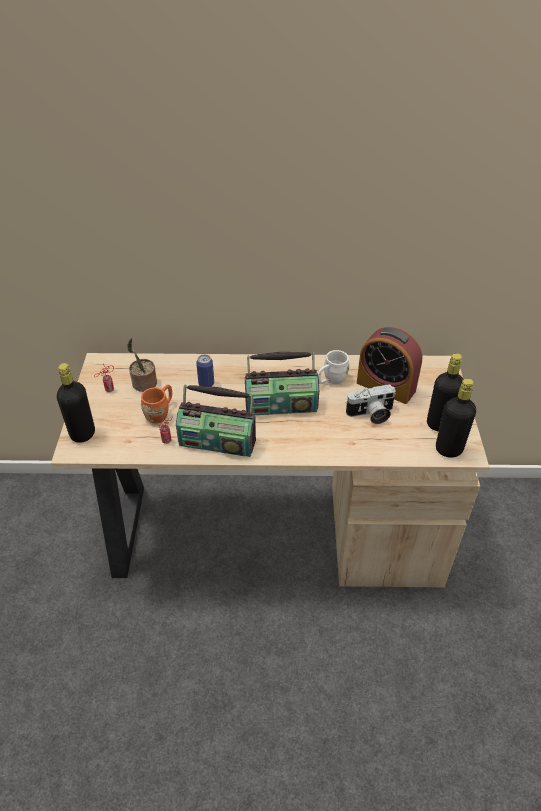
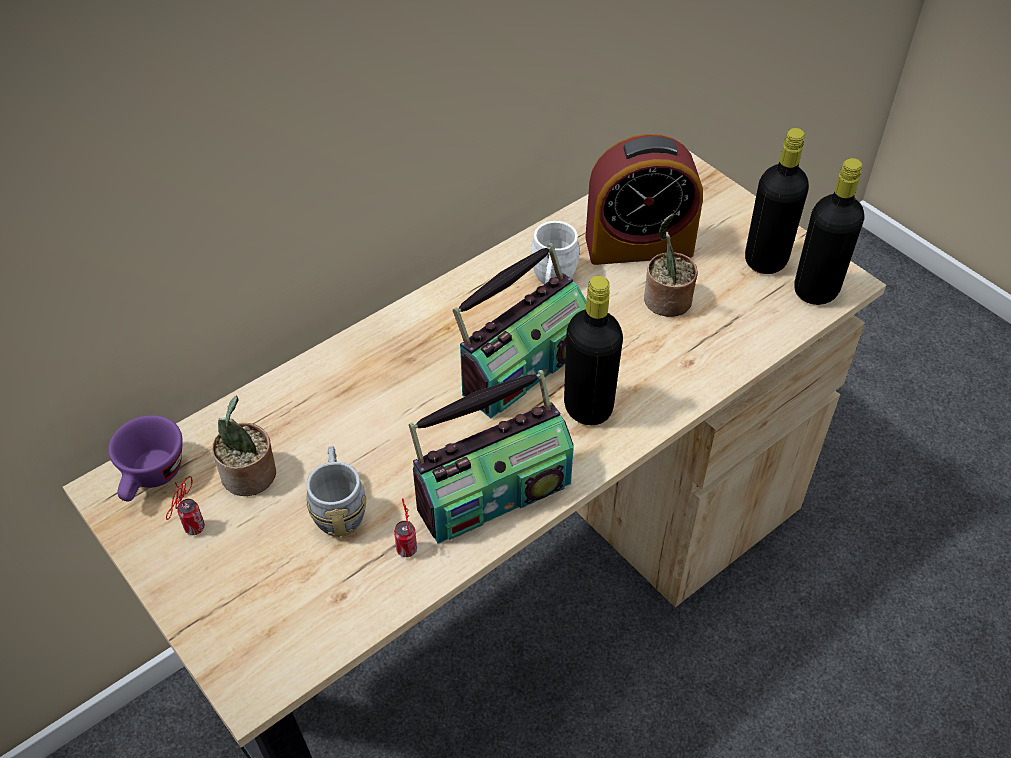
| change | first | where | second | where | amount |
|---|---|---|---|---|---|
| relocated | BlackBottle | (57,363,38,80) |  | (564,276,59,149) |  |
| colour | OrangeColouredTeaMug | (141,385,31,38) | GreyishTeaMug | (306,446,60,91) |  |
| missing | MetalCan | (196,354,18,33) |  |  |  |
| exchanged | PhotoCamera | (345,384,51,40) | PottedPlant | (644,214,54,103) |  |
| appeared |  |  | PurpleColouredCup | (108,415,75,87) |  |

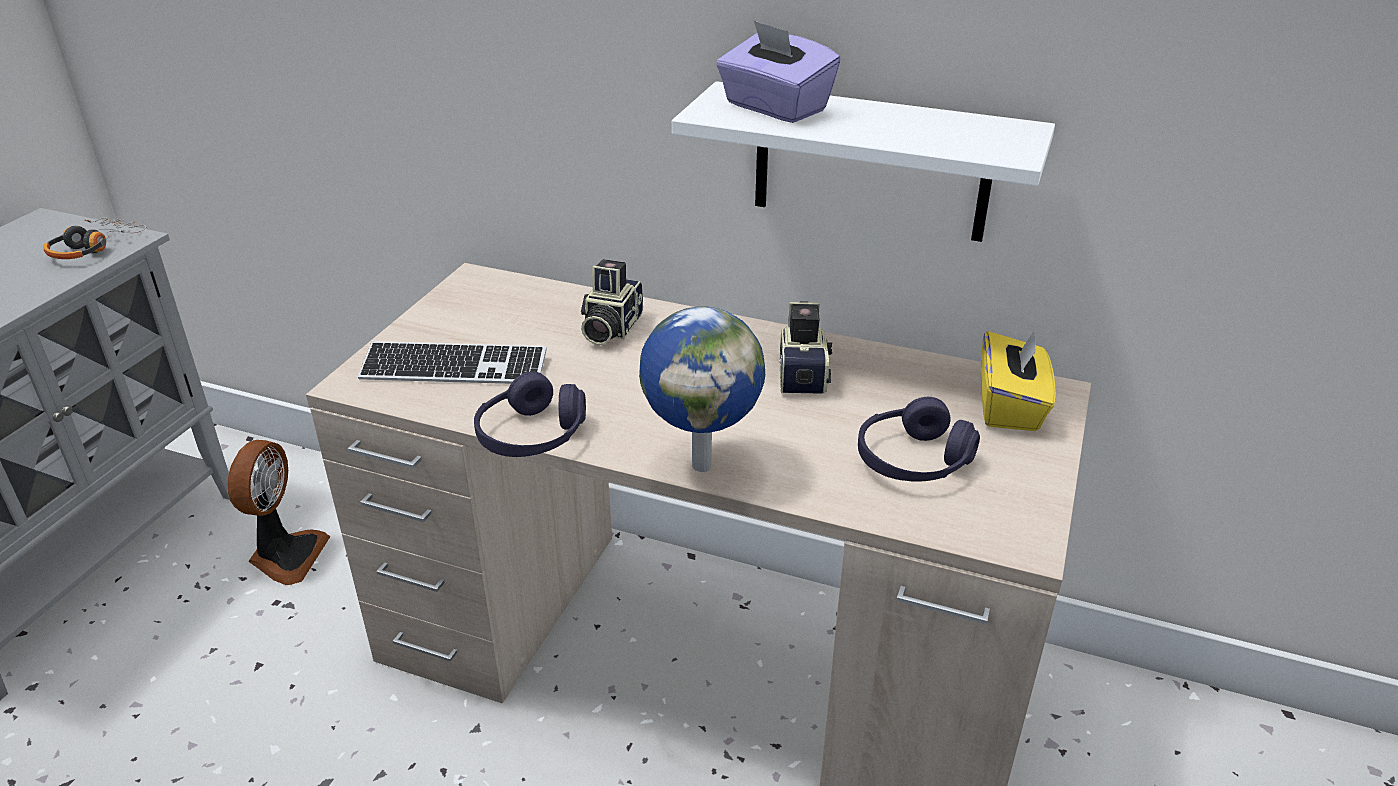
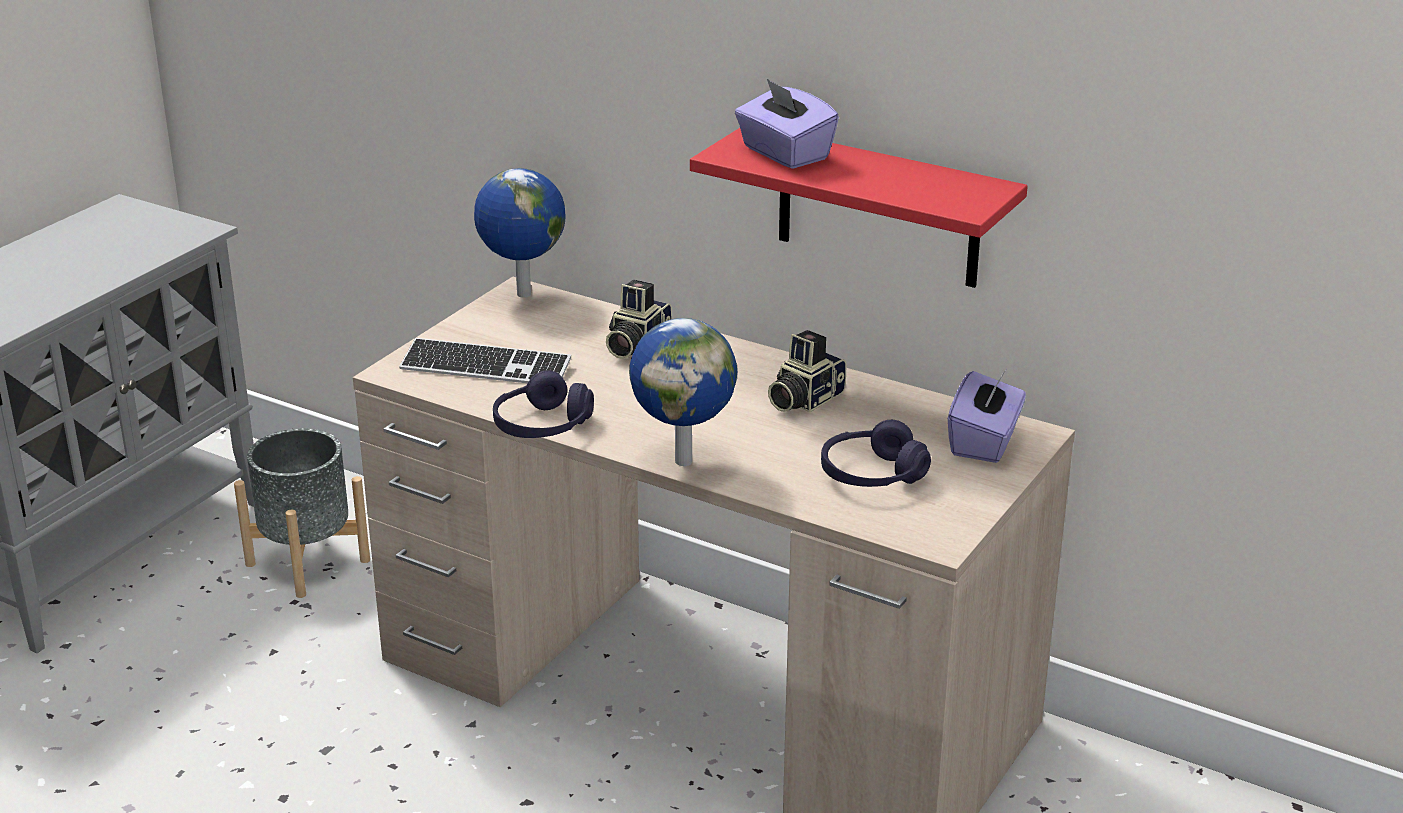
| change | first | where | second | where | amount |
|---|---|---|---|---|---|
| missing | Headphones | (43,217,103,42) |  |  |  |
| exchanged | ElectricFan | (227,440,104,145) | GreyishPlantPot | (234,428,136,170) |  |
| colour | WhiteColouredBracketShelf | (672,81,383,161) | RedColouredBracketShelf | (690,128,338,160) |  |
| spun | PhotoCamera | (779,301,53,93) |  | (768,330,78,82) | 150 degrees counterclockwise |
| colour | YellowColouredTissueHolder | (981,328,75,103) | PurpleColouredTissueHolder | (948,370,78,93) |  |
| appeared |  |  | WorldGlobe | (474,168,91,130) |  |

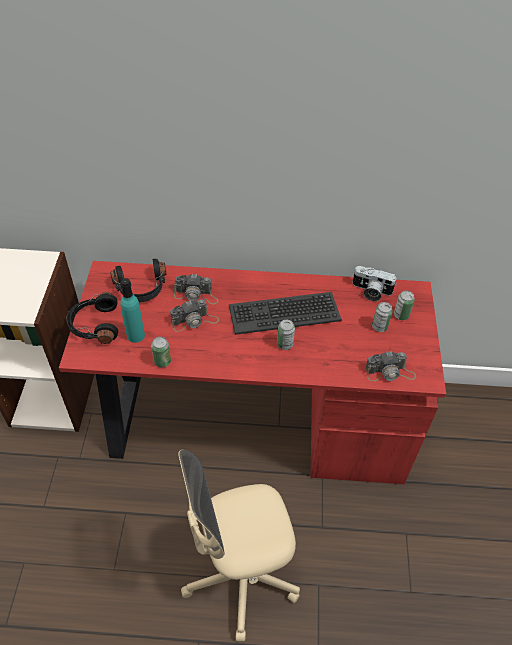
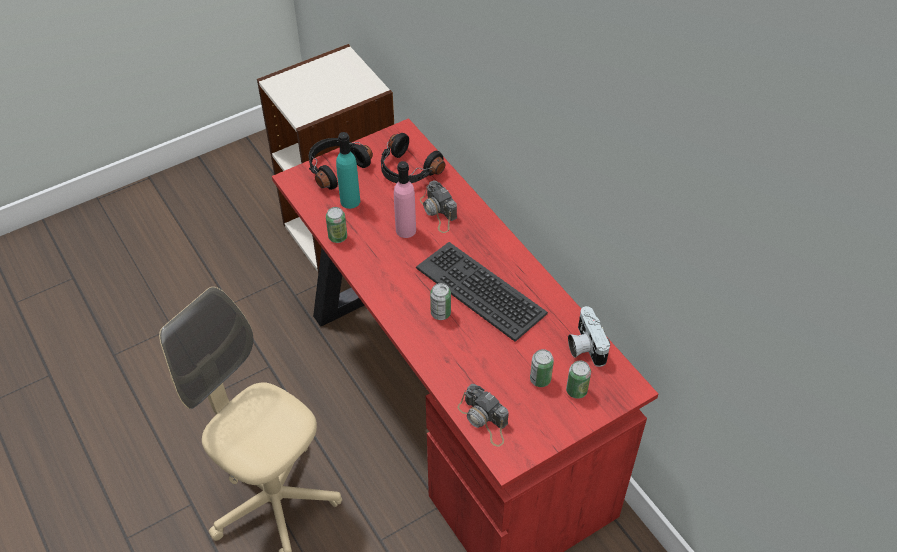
| change | first | where | second | where | amount |
|---|---|---|---|---|---|
| exchanged | PhotoCamera | (170,299,49,33) | PinkishBottle | (394,161,22,77) |  |

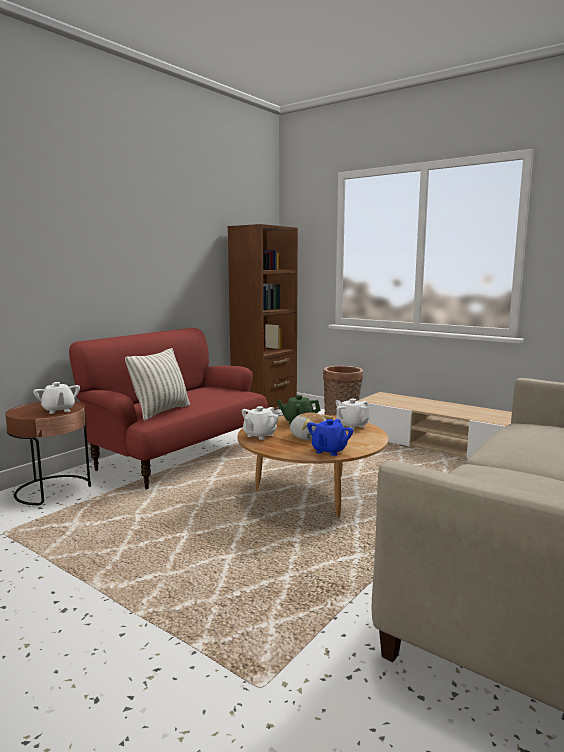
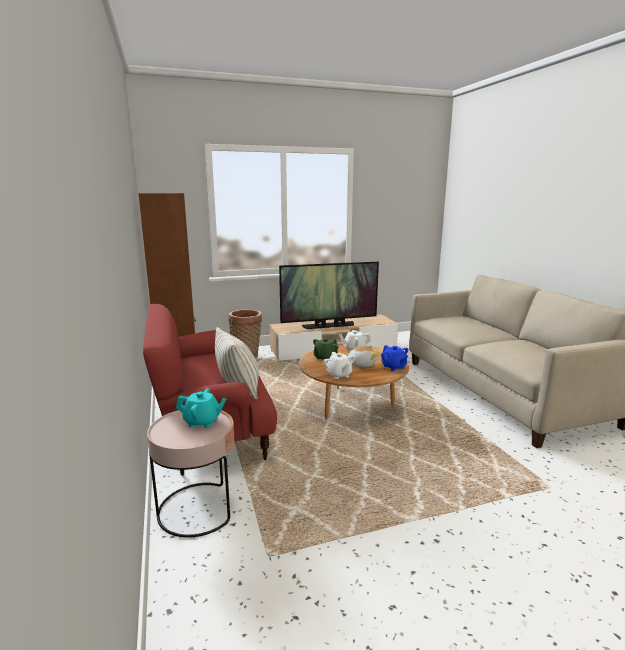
| change | first | where | second | where | amount |
|---|---|---|---|---|---|
| colour | BrownEndTable | (5,401,86,105) | PinkishEndTable | (147,410,87,128) |  |
| colour | WhiteColouredTeapot | (33,382,47,32) | TurquoiseColouredTeapot | (176,389,50,39) |  |
| appeared |  |  | Tv | (279,262,100,67) |  |

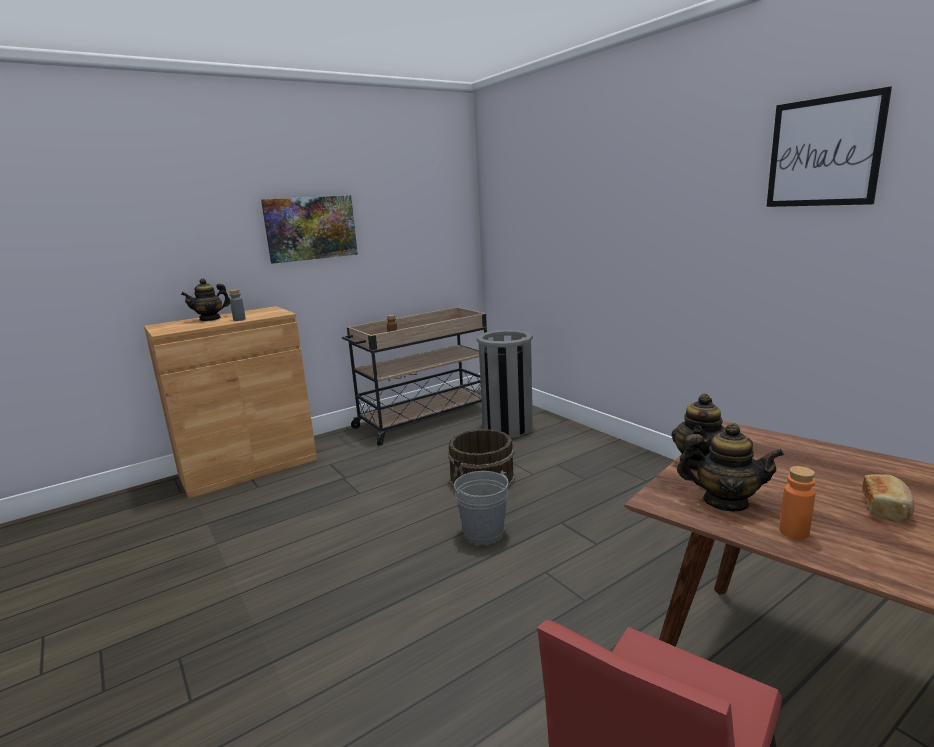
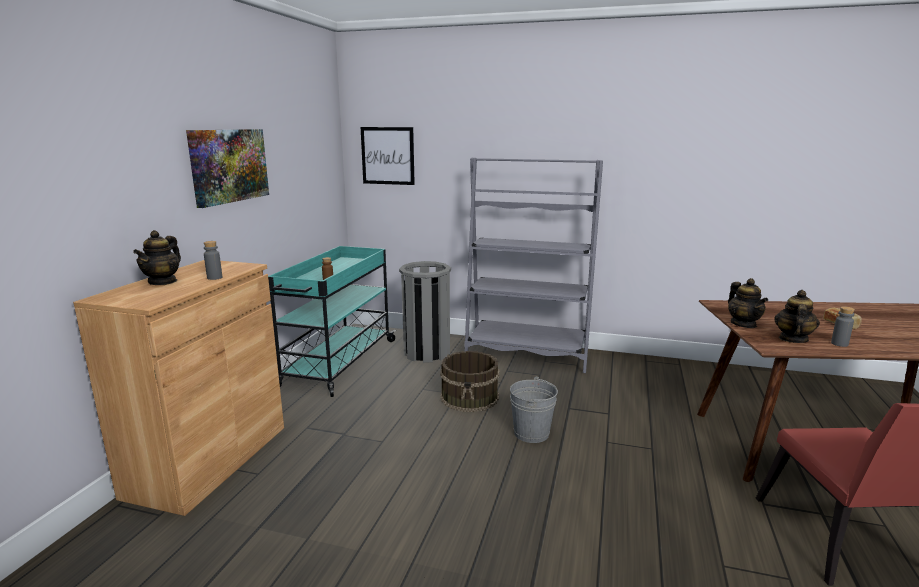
| change | first | where | second | where | amount |
|---|---|---|---|---|---|
| colour | BeigeTrolley | (342,307,145,139) | TurquoiseColouredTrolley | (268,246,128,151) |  |
| spun | Teapot | (677,423,107,88) |  | (774,290,46,53) | 45 degrees counterclockwise |
| relocated | WallPicture | (766,87,126,120) |  | (361,127,54,58) |  |
| colour | OrangeColouredBottle | (779,466,36,73) | GreyishBottle | (831,306,24,41) |  |
| appeared |  |  | GreyishBookshelf | (464,158,139,215) |  |

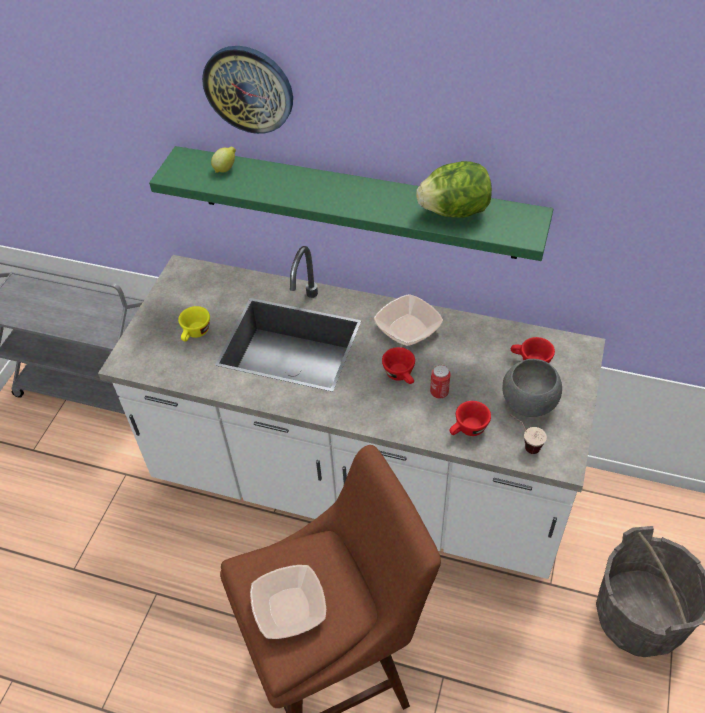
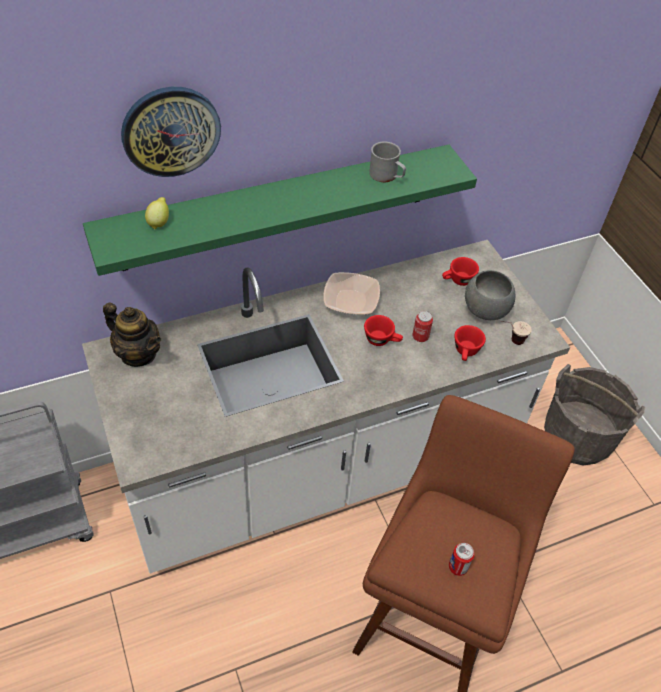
| change | first | where | second | where | amount |
|---|---|---|---|---|---|
| missing | YellowColouredCup | (178,306,32,36) |  |  |  |
| exchanged | Bowl | (250,565,76,74) | MetalCan | (449,543,25,33) |  |
| exchanged | Lettuce | (416,161,76,57) | GreyishTeaMug | (369,142,37,40) |  |
| appeared |  |  | Teapot | (103,302,58,65) |  |

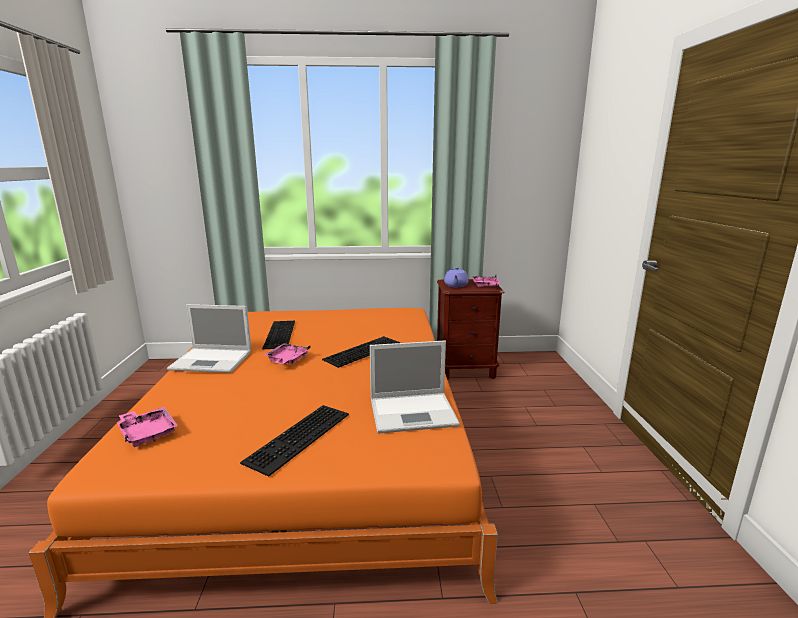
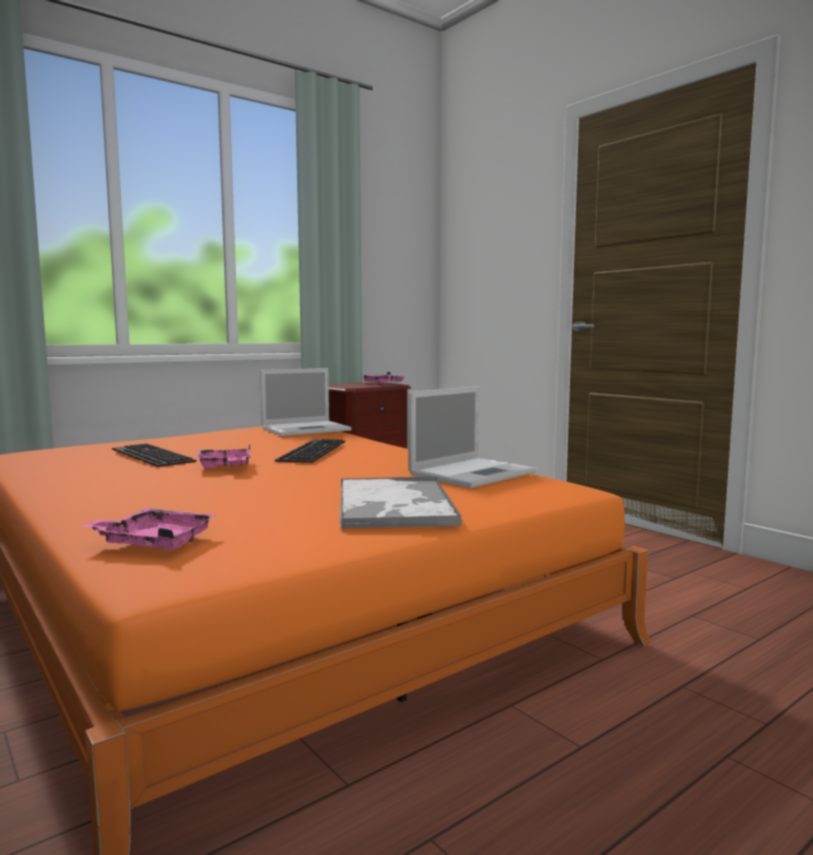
| change | first | where | second | where | amount |
|---|---|---|---|---|---|
| relocated | NotebookComputer | (167,304,85,69) |  | (260,368,92,68) |  |
| exchanged | PcKeyboard | (240,405,109,72) | Tray | (339,477,123,51) |  |
| missing | PurpleColouredTeapot | (444,267,25,21) |  |  |  |

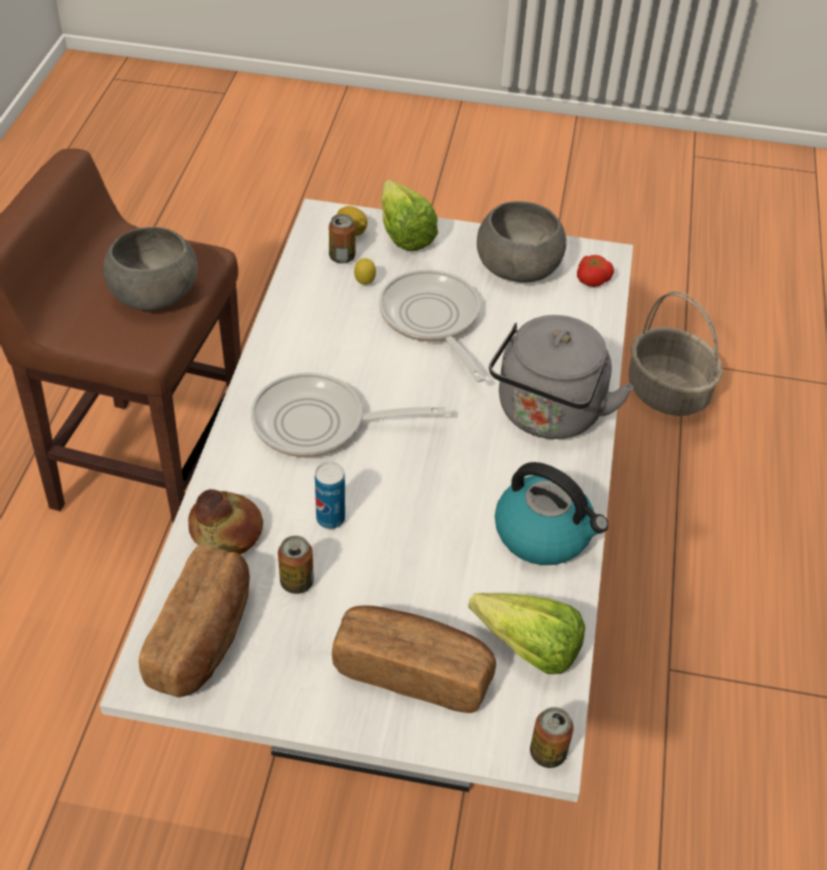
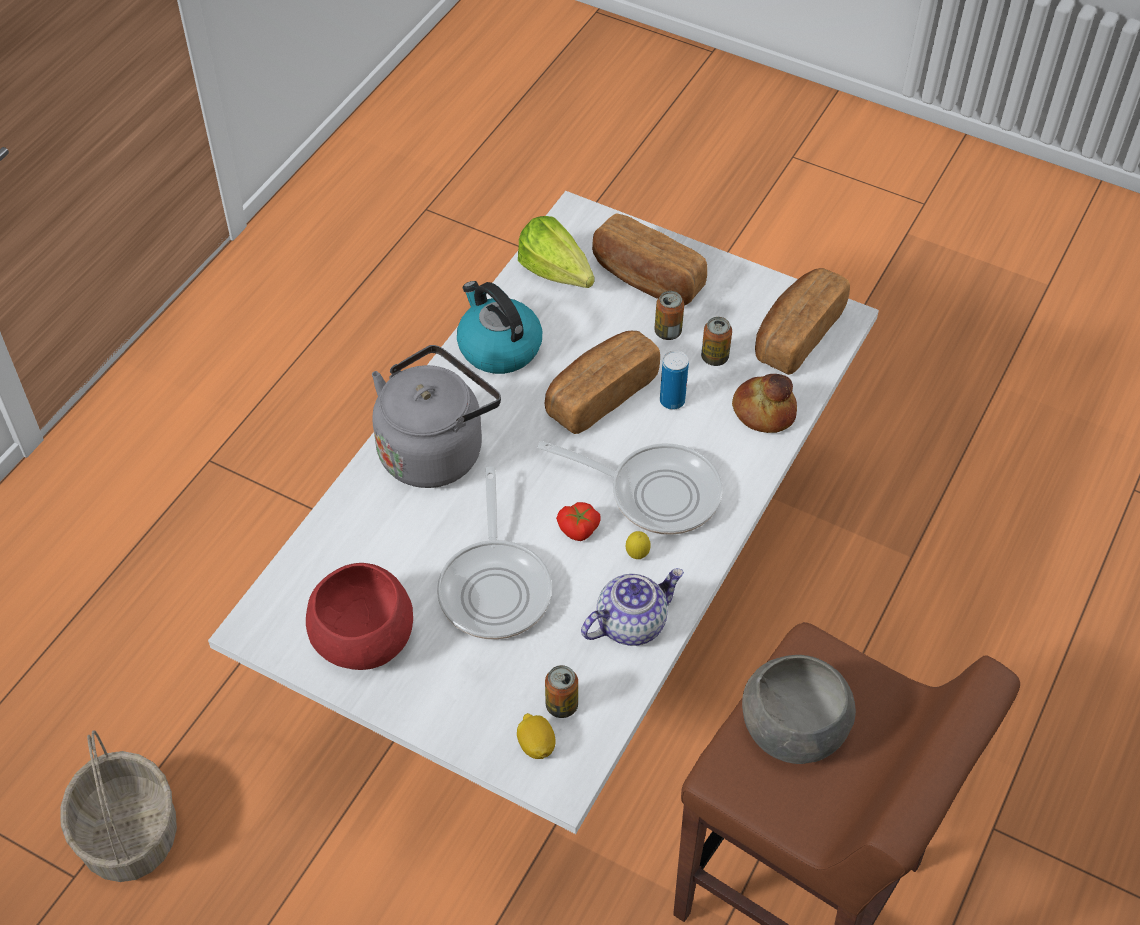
| change | first | where | second | where | amount |
|---|---|---|---|---|---|
| relocated | CitrusFruit | (354,258,22,26) |  | (626,531,25,28) |  |
| missing | Lettuce | (381,180,57,71) |  |  |  |
| colour | GreyishBowl | (477,201,89,82) | RedColouredBowl | (306,563,107,107) |  |
| relocated | MetalCan | (530,707,44,61) |  | (654,291,30,49) |  |
| relocated | WholeTomato | (577,255,37,32) |  | (556,502,44,39) |  |
| appeared |  |  | BakeryBread | (545,331,115,103) |  |
| appeared |  |  | Teapot | (581,568,103,78) |  |

